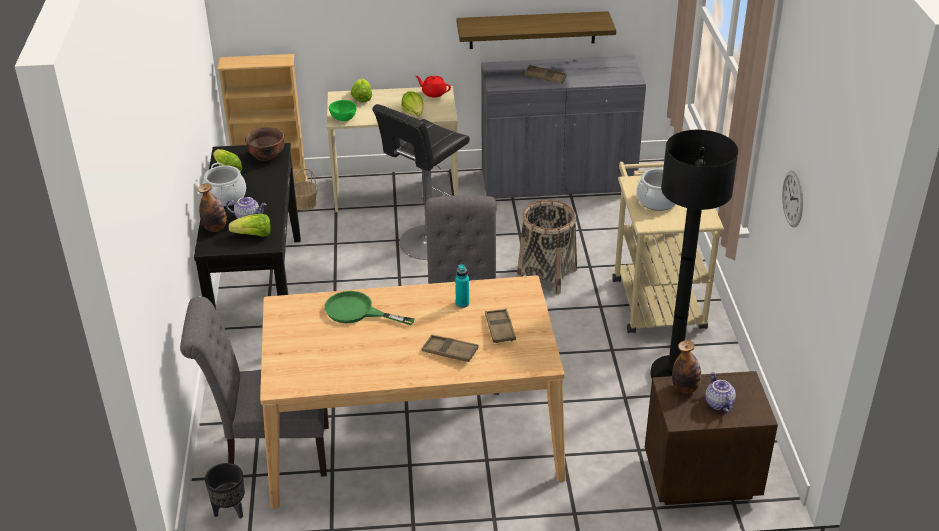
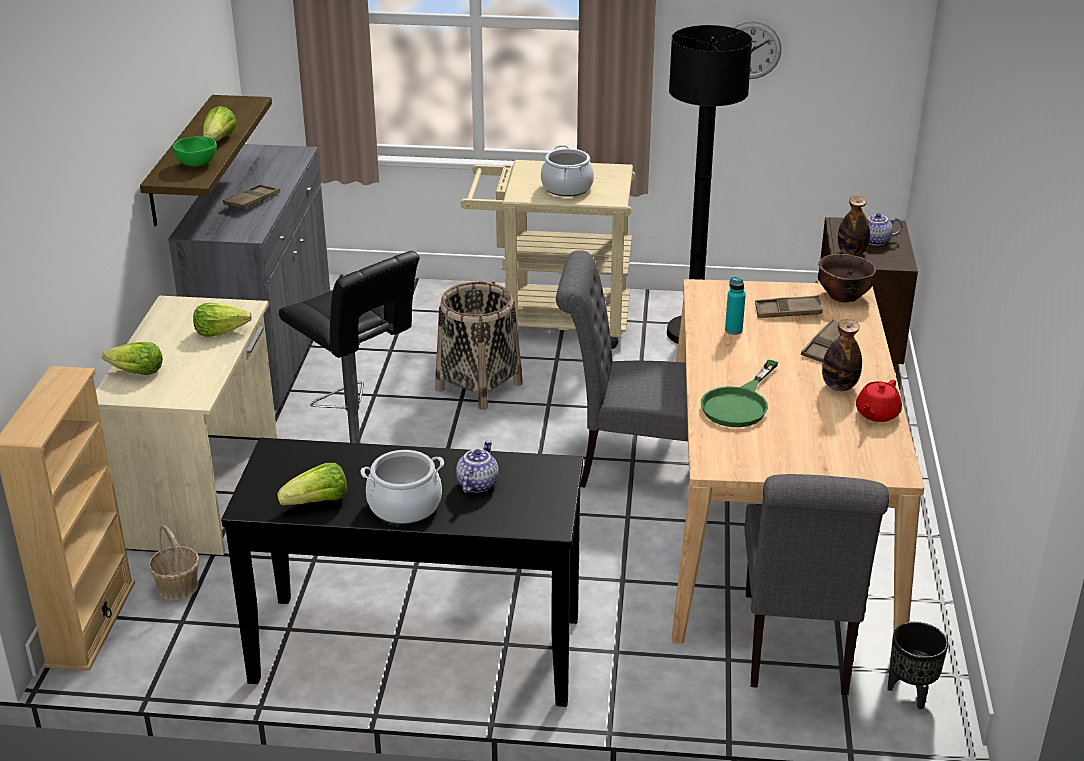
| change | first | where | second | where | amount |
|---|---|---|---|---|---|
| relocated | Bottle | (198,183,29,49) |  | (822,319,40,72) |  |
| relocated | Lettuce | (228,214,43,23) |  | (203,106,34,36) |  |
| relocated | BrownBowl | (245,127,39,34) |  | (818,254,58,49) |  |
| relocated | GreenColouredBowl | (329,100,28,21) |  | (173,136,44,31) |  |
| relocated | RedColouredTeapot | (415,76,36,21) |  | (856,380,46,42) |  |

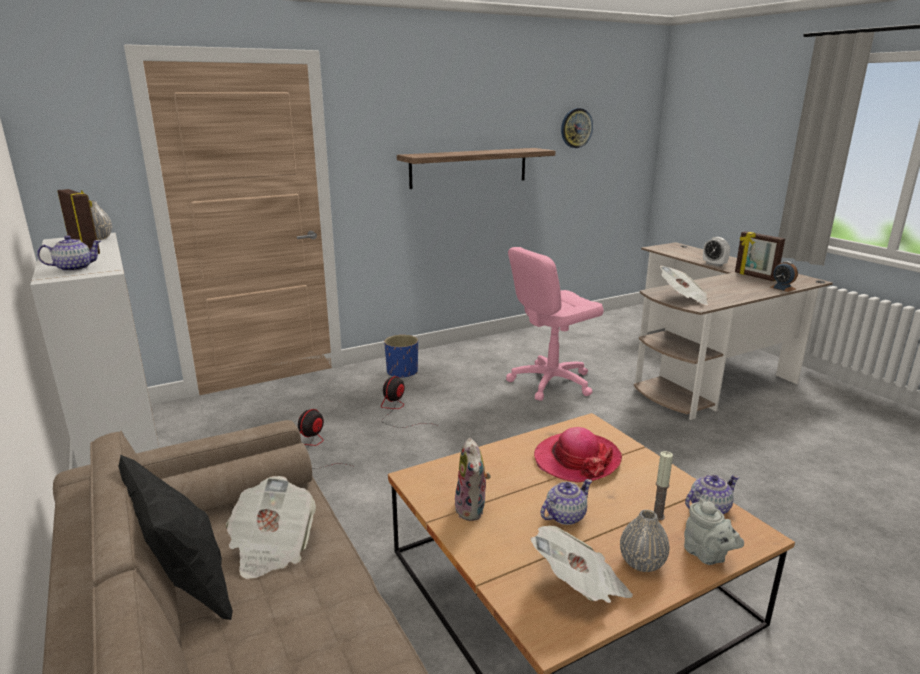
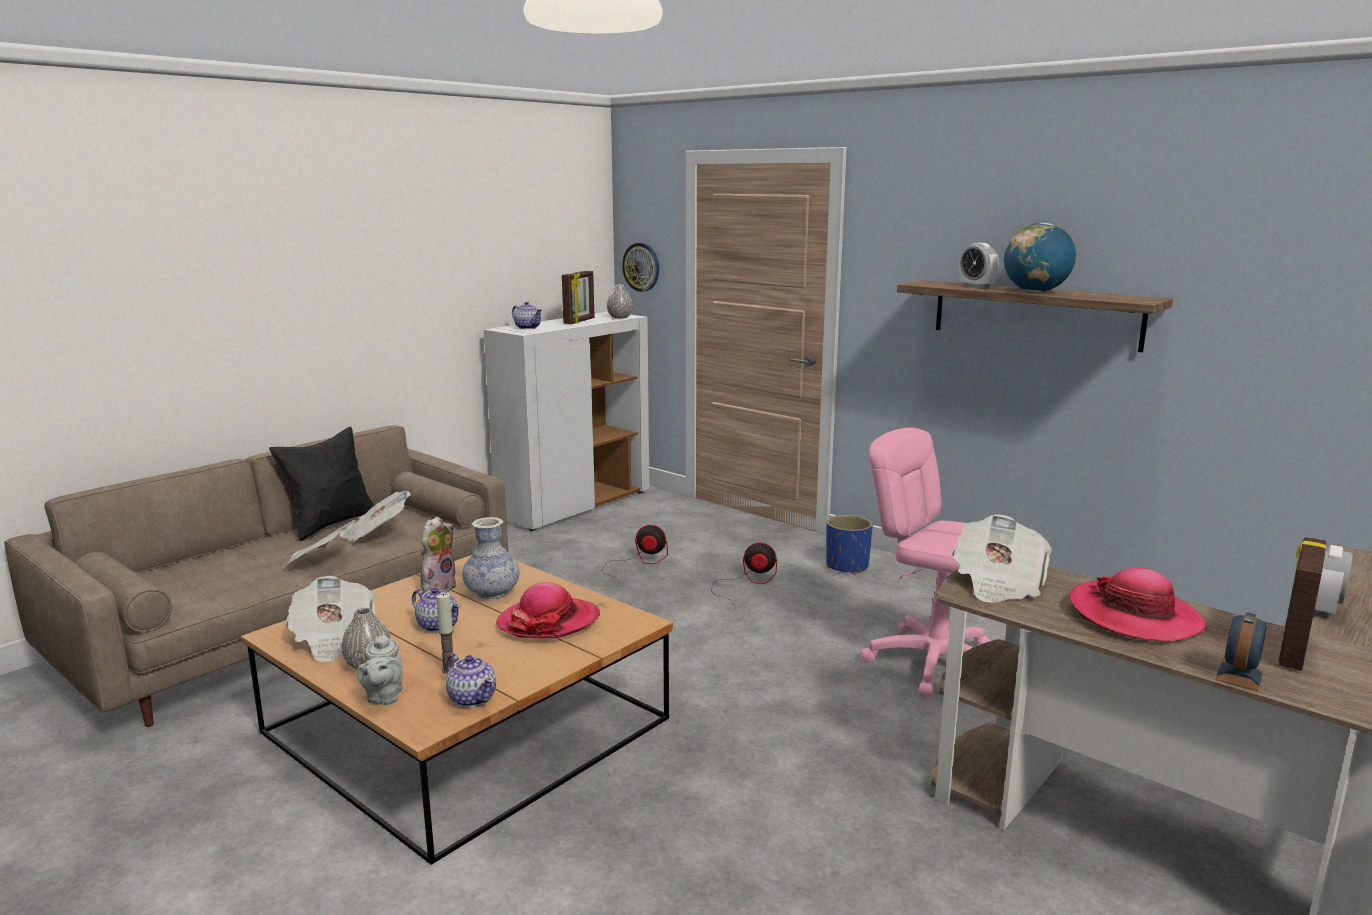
| change | first | where | second | where | amount |
|---|---|---|---|---|---|
| spun | CuddlyToy | (455,438,35,83) |  | (421,517,36,76) | 150 degrees clockwise |
| relocated | ClockOnTheWall | (561,108,32,40) |  | (622,243,37,49) |  |
| spun | GreyishTeapot | (684,498,60,67) |  | (356,632,47,73) | 45 degrees counterclockwise |
| appeared |  |  | Newspaper | (284,519,71,47) |  |
| appeared |  |  | FlowerVase | (462,517,57,82) |  |
| appeared |  |  | AlarmClock | (959,243,40,45) |  |
| appeared |  |  | WorldGlobe | (1004,223,72,69) |  |
| appeared |  |  | Hat | (1070,567,137,75) |  |

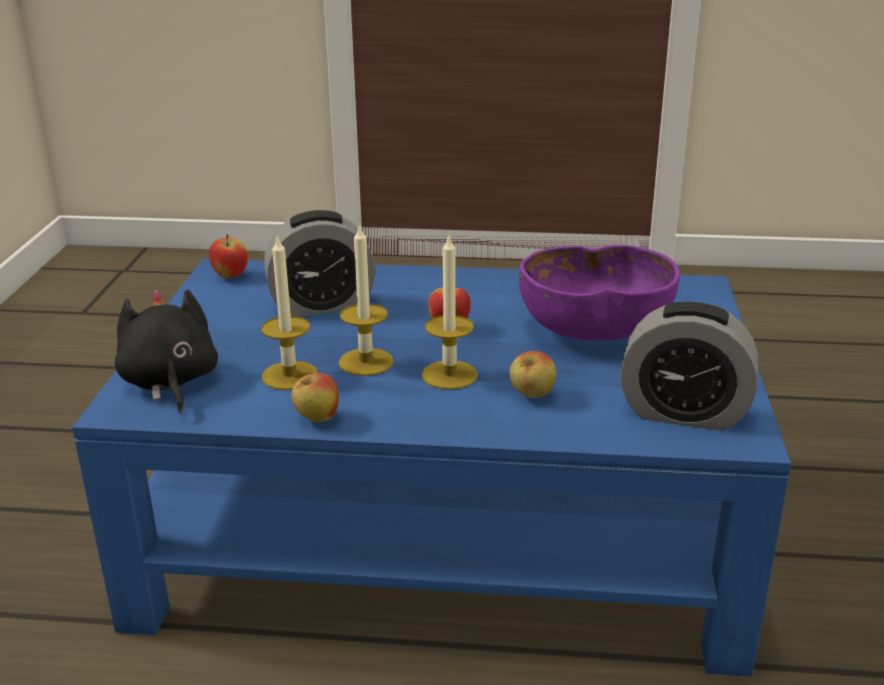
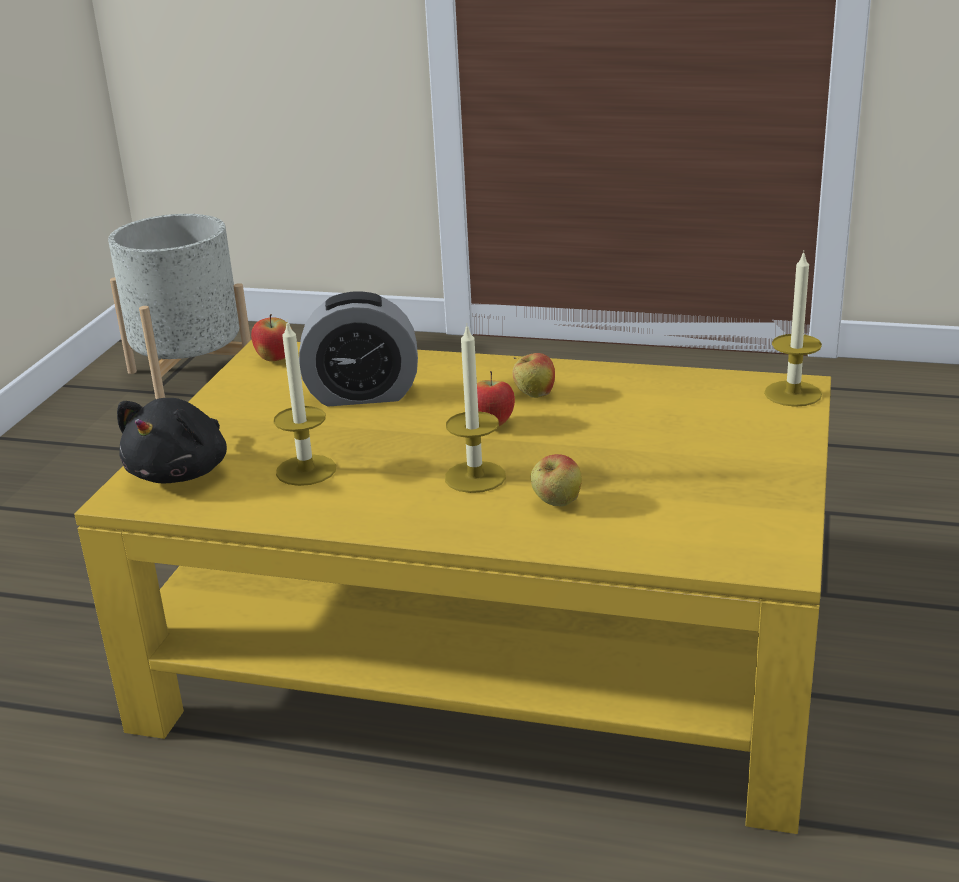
| change | first | where | second | where | amount |
|---|---|---|---|---|---|
| colour | BlueColouredLowTable | (72,259,719,418) | YellowColouredLowTable | (74,339,757,495) |  |
| spun | BlackCuddlyToy | (115,289,103,125) |  | (117,398,110,85) | 150 degrees counterclockwise |
| relocated | Apple | (291,373,48,49) |  | (512,353,43,45) |  |
| relocated | WaxLight | (339,223,55,153) |  | (764,251,58,156) |  |
| missing | PurpleColouredBowl | (519,245,161,96) |  |  |  |
| missing | AlarmClock | (620,301,138,130) |  |  |  |
| appeared |  |  | GreyishPlantPot | (108,214,143,185) |  |

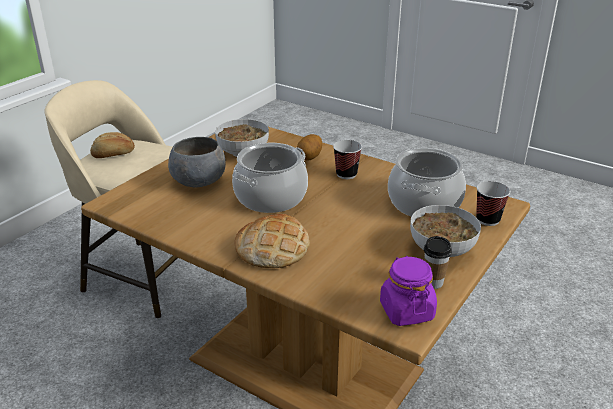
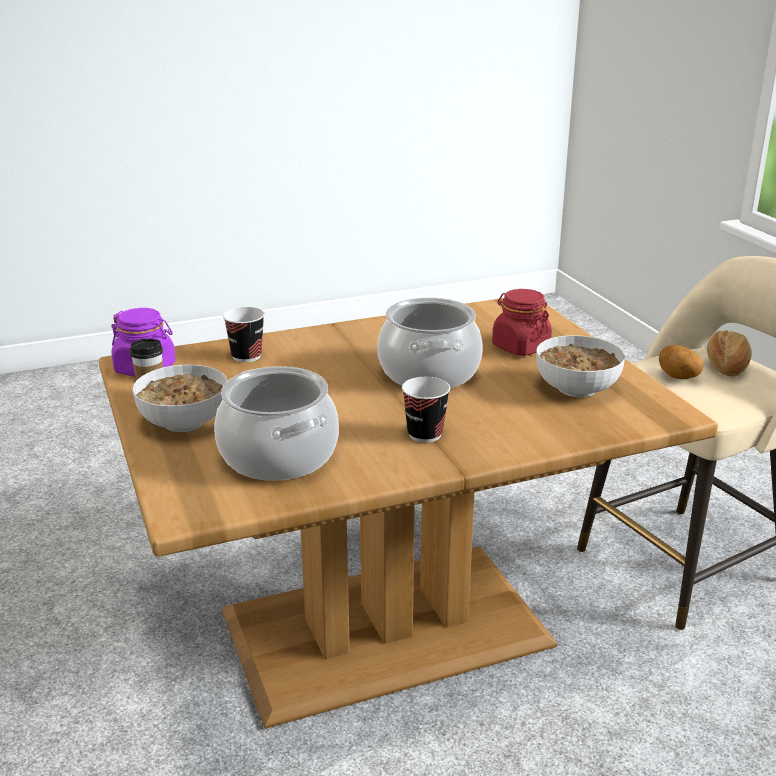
| change | first | where | second | where | amount |
|---|---|---|---|---|---|
| exchanged | GreyishBowl | (168,137,58,50) | RedColouredPreserveJar | (492,289,60,67) |  |
| missing | BakeryBread | (235,214,75,54) |  |  |  |
| relocated | Potato | (297,134,25,26) |  | (659,345,44,34) |  |
| relocated | Cup | (476,181,34,45) |  | (223,307,42,55) |  |

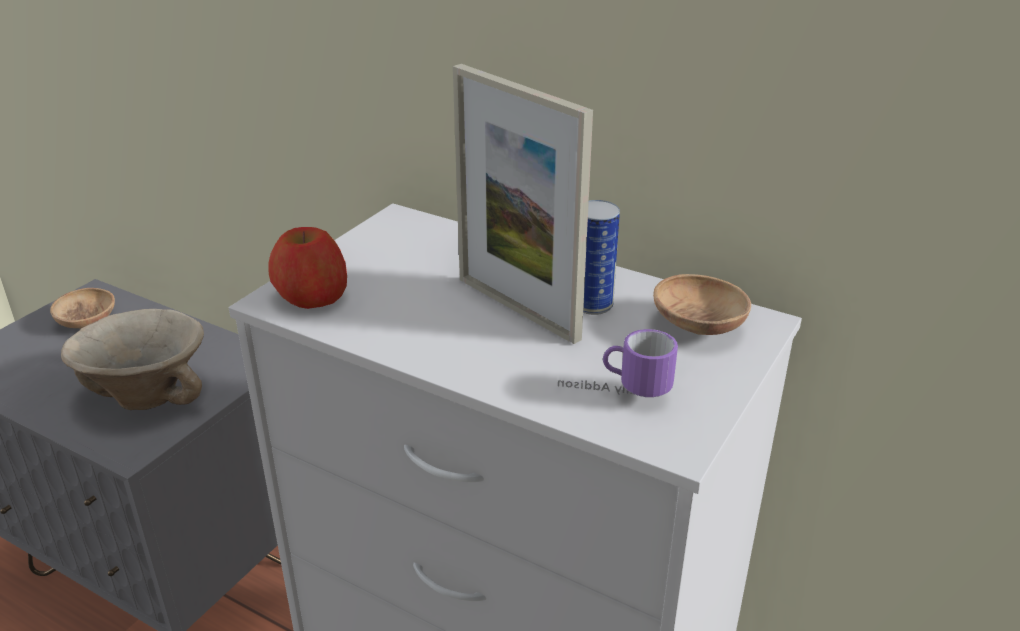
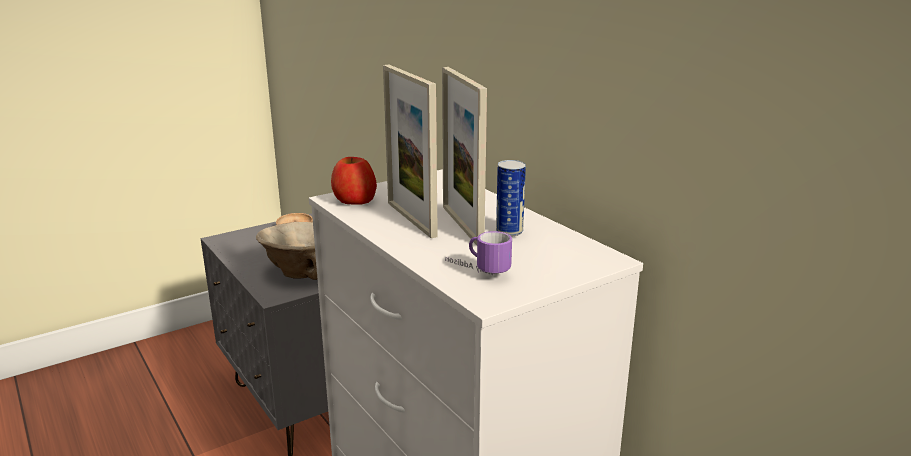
| change | first | where | second | where | amount |
|---|---|---|---|---|---|
| missing | BrownBowl | (653,274,98,61) |  |  |  |
| appeared |  |  | StandingFrame | (383,65,55,173) |  |

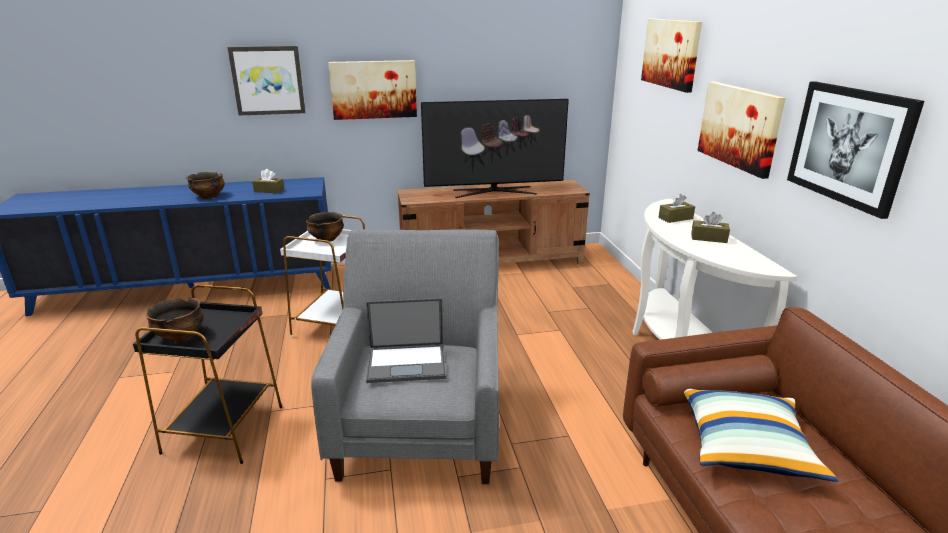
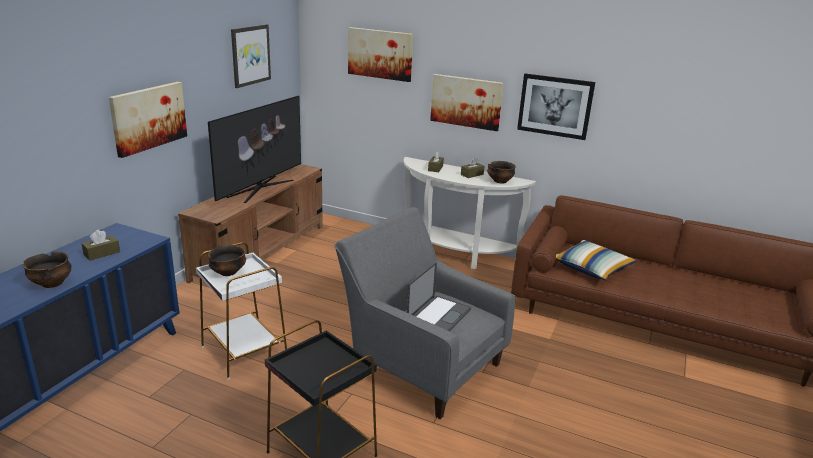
| change | first | where | second | where | amount |
|---|---|---|---|---|---|
| relocated | Bowl | (145,298,59,44) |  | (487,161,29,22) |  |
| relocated | WallPicture | (228,46,78,69) |  | (231,24,40,64) |  |

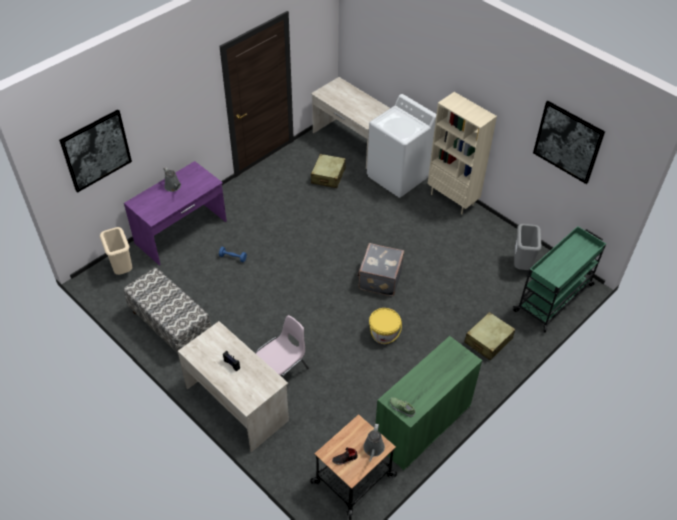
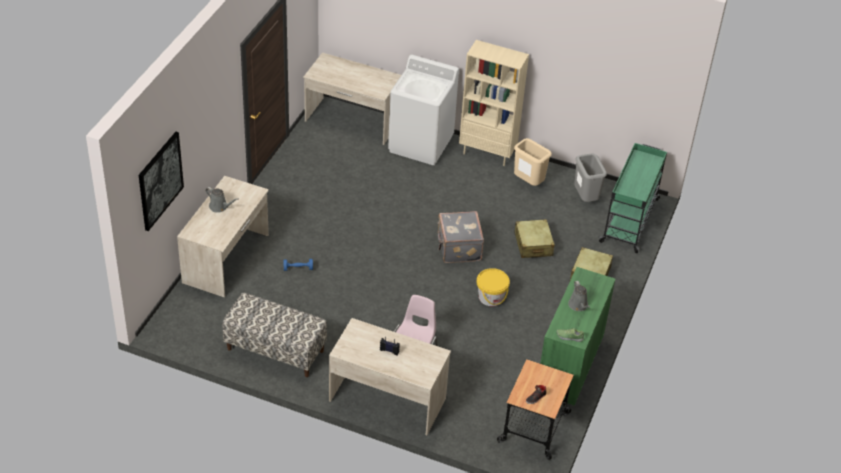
| change | first | where | second | where | amount |
|---|---|---|---|---|---|
| relocated | BeigeTrashCan | (100,227,32,48) |  | (514,138,38,48) |  |
| colour | PurpleColouredDesk | (124,161,103,105) | BeigeDesk | (177,176,92,122) |  |
| relocated | BeigeSuitcase | (311,154,35,34) |  | (514,219,41,39) |  |
| relocated | GreyishWateringPot | (363,424,22,38) |  | (568,281,22,30) |  |
| missing | WallPicture | (533,101,72,83) |  |  |  |

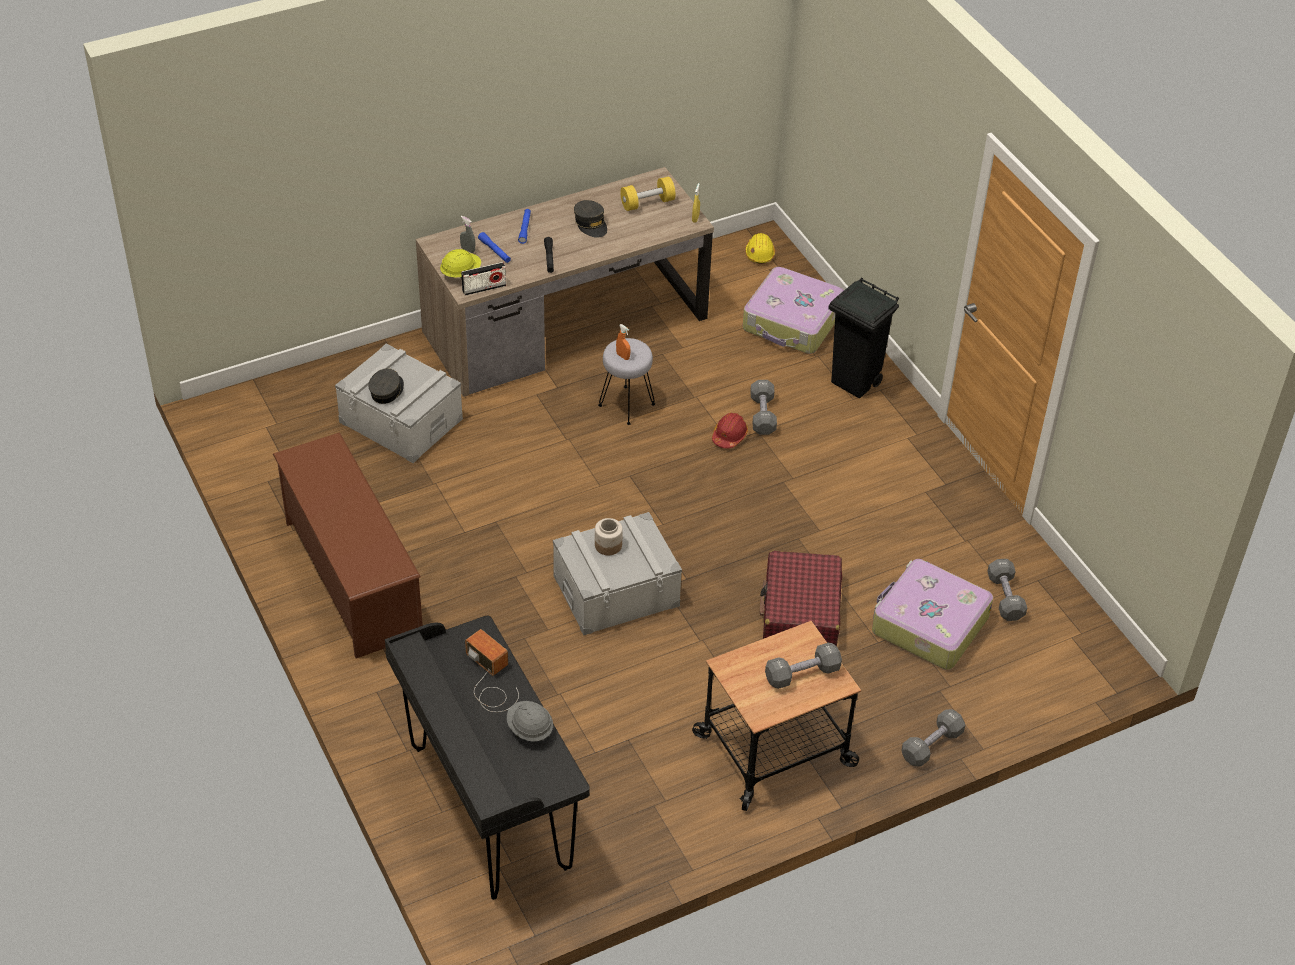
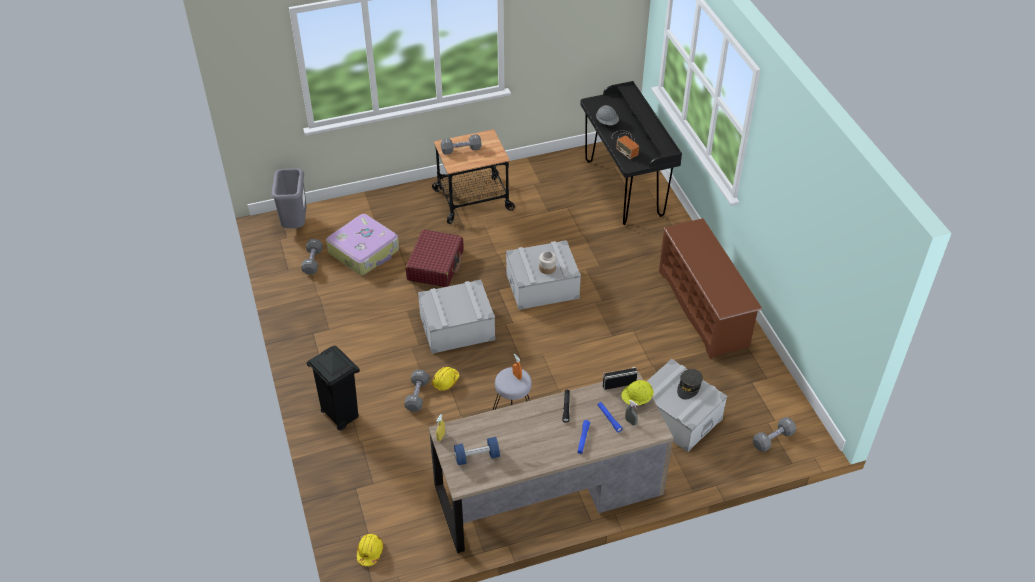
| change | first | where | second | where | amount |
|---|---|---|---|---|---|
| missing | GreyishPeakedCap | (574,200,33,38) |  |  |  |
| colour | YellowColouredDumbbell | (620,176,56,35) | BlueColouredDumbbell | (454,437,46,28) |  |
| colour | RedColouredWorkHelmet | (712,413,36,35) | YellowColouredWorkHelmet | (432,367,27,24) |  |
| missing | Suitcase | (743,267,101,87) |  |  |  |
| relocated | GreyishDumbbell | (901,709,64,57) |  | (753,417,43,35) |  |
| appeared |  |  | GreyishTrashCan | (271,169,36,59) |  |
| appeared |  |  | GreyishStorageBox | (418,280,77,74) |  |

